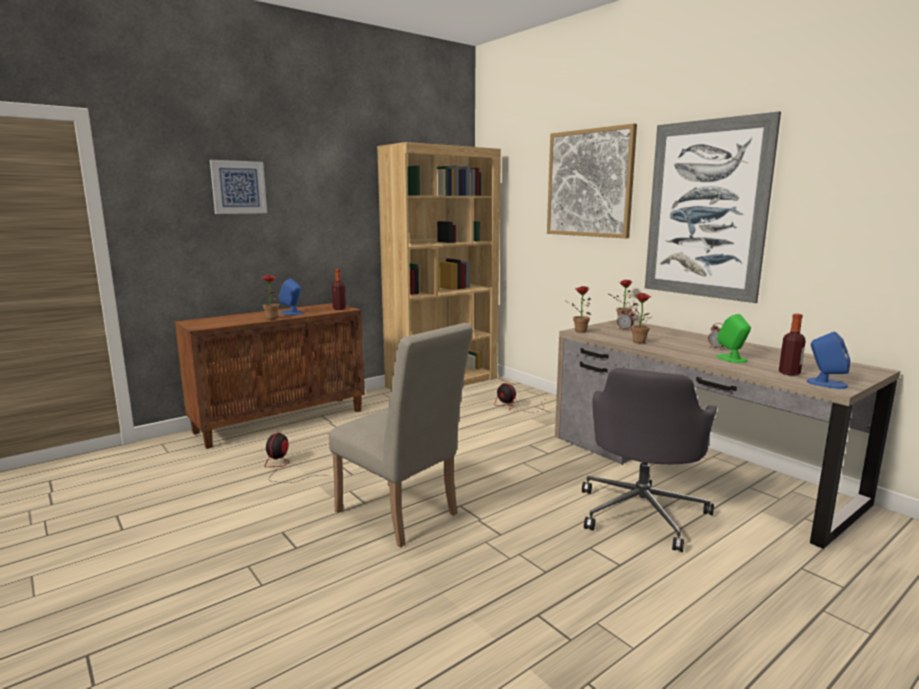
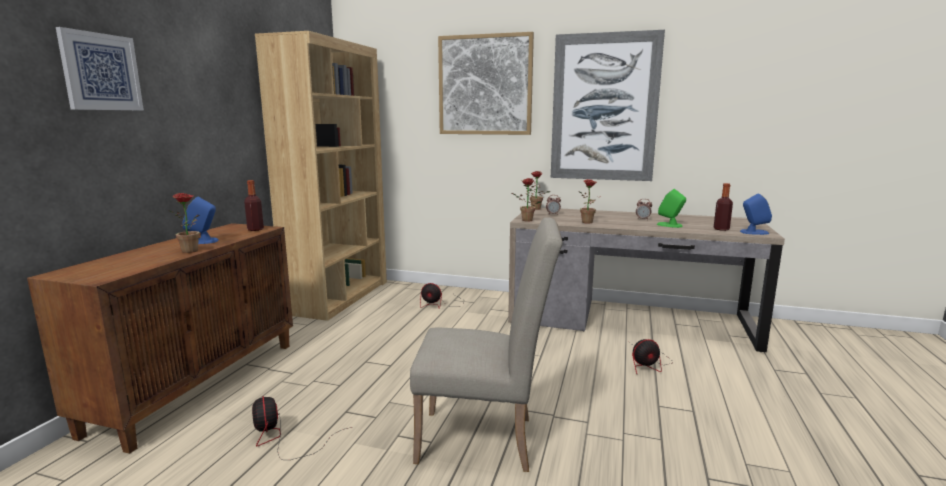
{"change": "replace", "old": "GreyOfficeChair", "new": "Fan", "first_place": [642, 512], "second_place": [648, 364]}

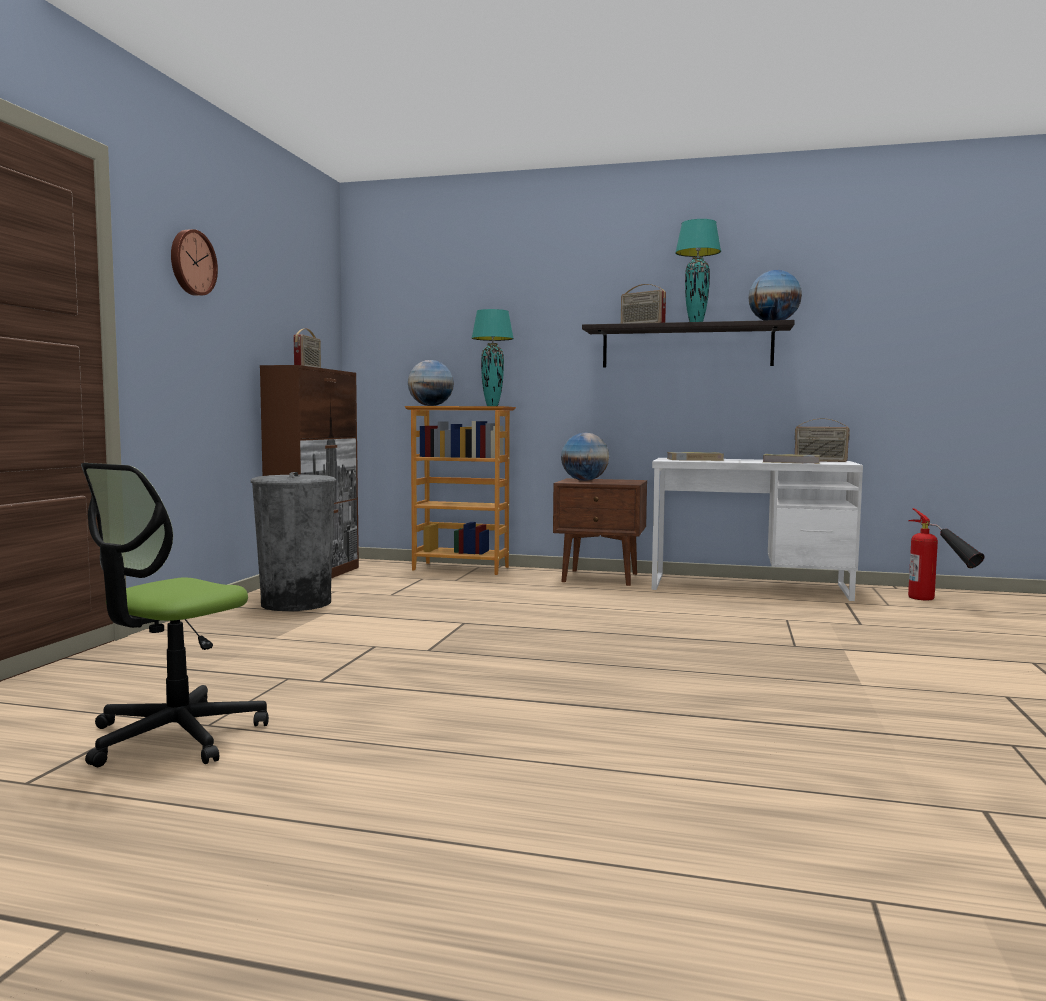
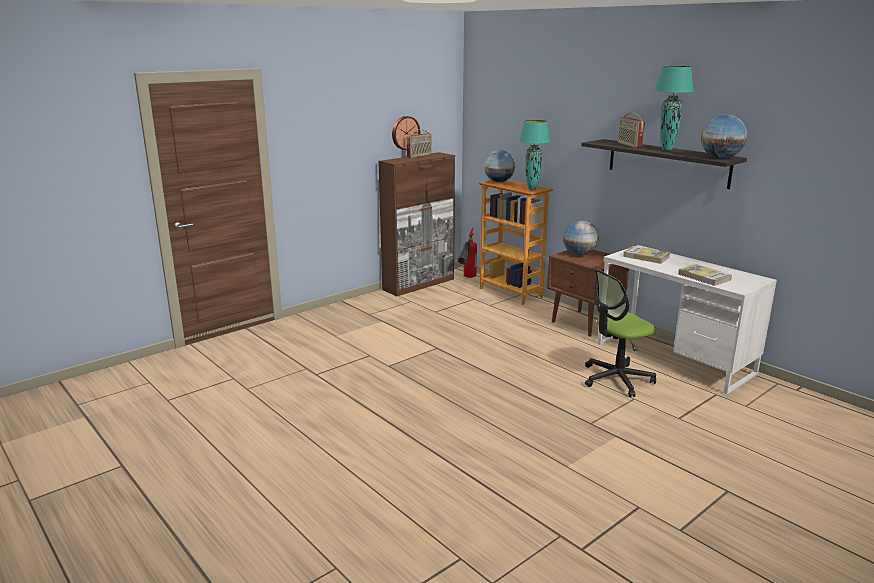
{"change": "move", "old": "WallClock", "first_place": [191, 263], "second_place": [405, 133]}
{"change": "move", "old": "FireExtinguisher", "first_place": [939, 602], "second_place": [467, 279]}
{"change": "move", "old": "OfficeChair", "first_place": [174, 736], "second_place": [616, 379]}
{"change": "delete", "old": "GreyTrashCan", "first_place": [296, 603]}
{"change": "delete", "old": "Radio", "first_place": [820, 461]}

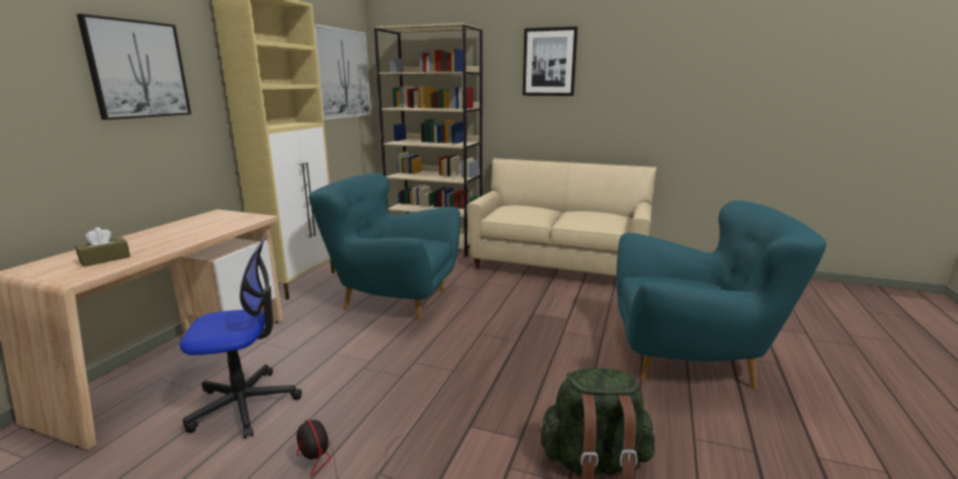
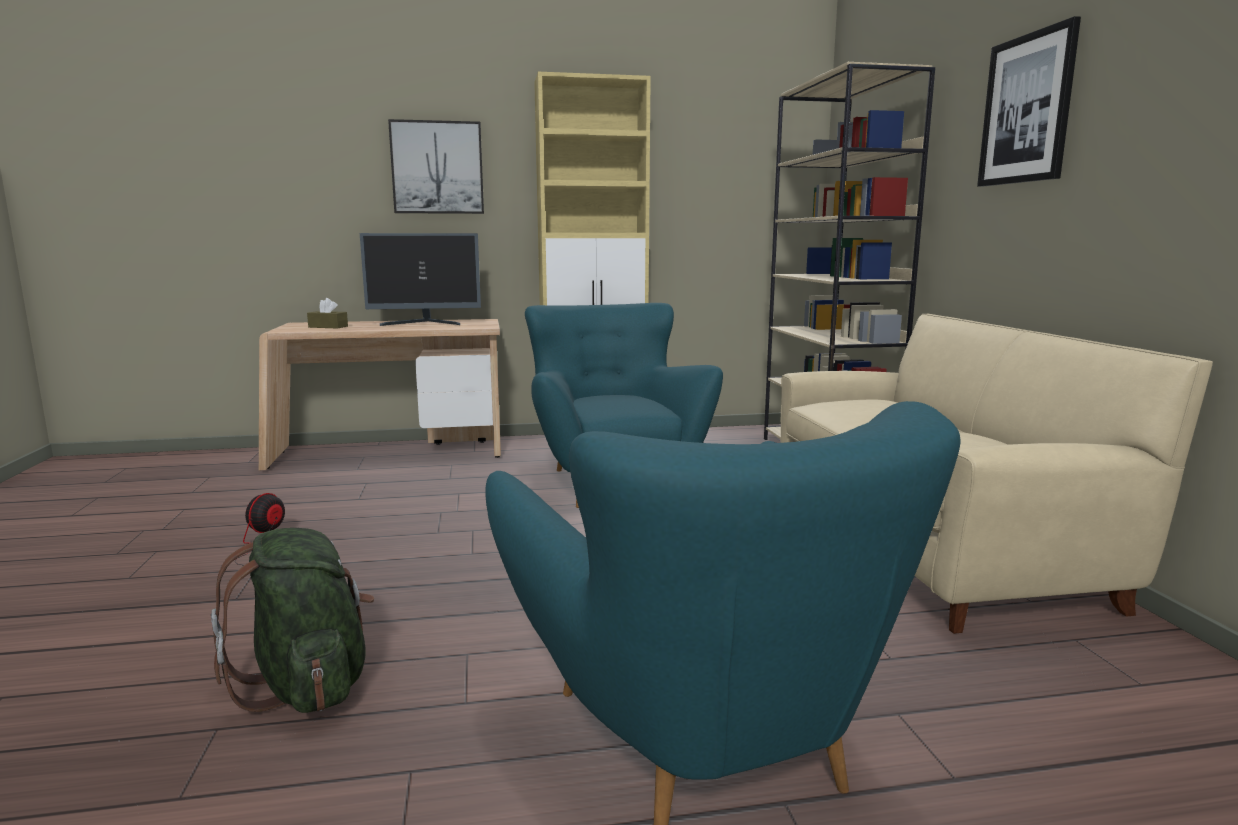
{"change": "insert", "new": "Monitor", "second_place": [425, 323]}
{"change": "delete", "old": "OfficeChair", "first_place": [245, 404]}
{"change": "delete", "old": "Picture", "first_place": [342, 74]}

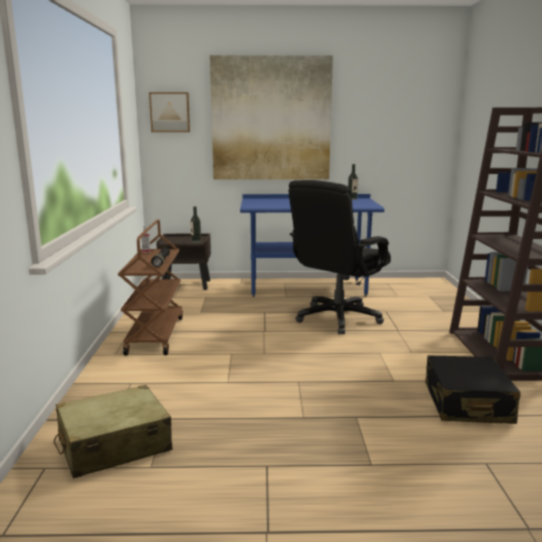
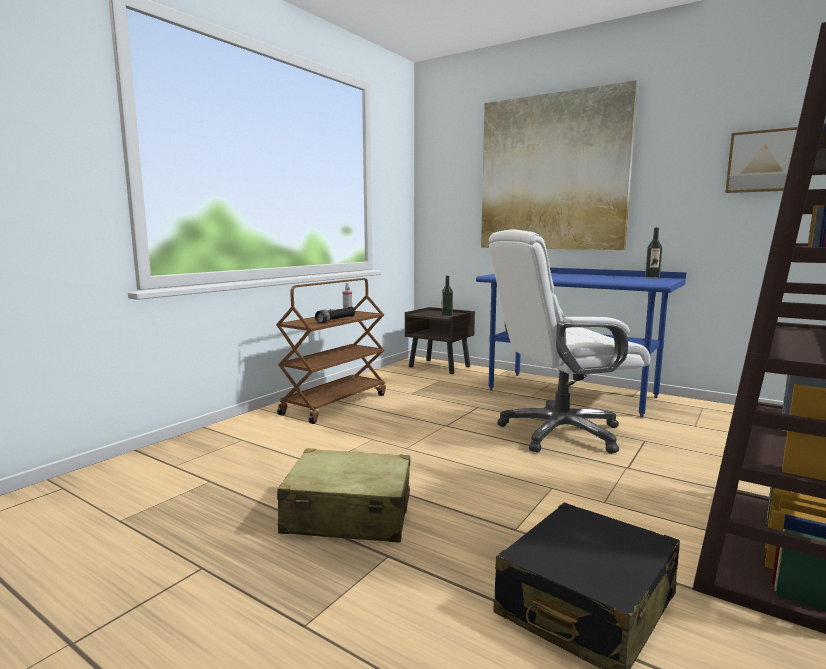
{"change": "move", "old": "BeigeSuitcase", "first_place": [114, 445], "second_place": [348, 514]}
{"change": "recolor", "old": "BlackOfficeChair", "new": "WhiteOfficeChair", "first_place": [338, 318], "second_place": [559, 433]}
{"change": "move", "old": "Picture", "first_place": [170, 112], "second_place": [762, 161]}

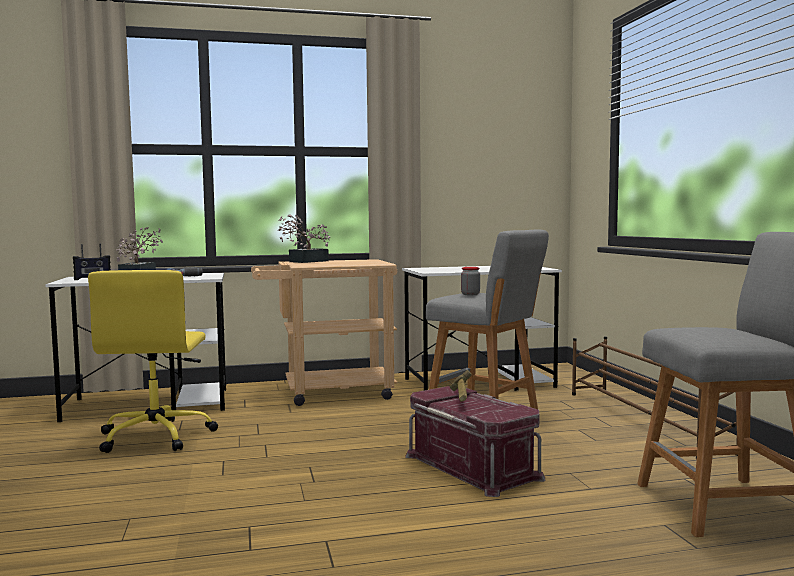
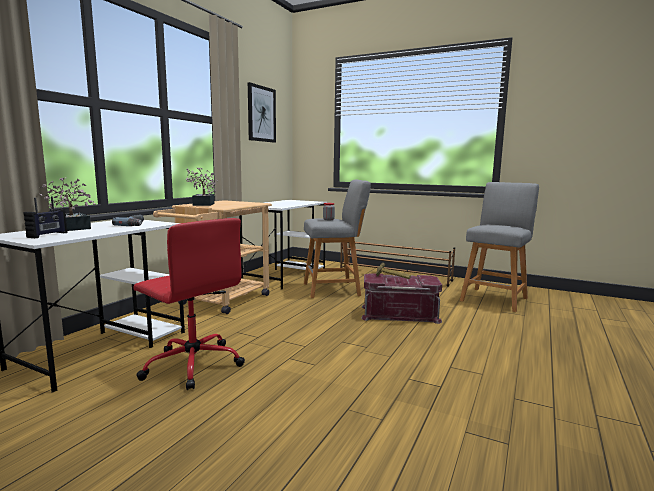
{"change": "recolor", "old": "YellowOfficeChair", "new": "RedOfficeChair", "first_place": [156, 436], "second_place": [193, 364]}
{"change": "insert", "new": "Picture", "second_place": [261, 114]}

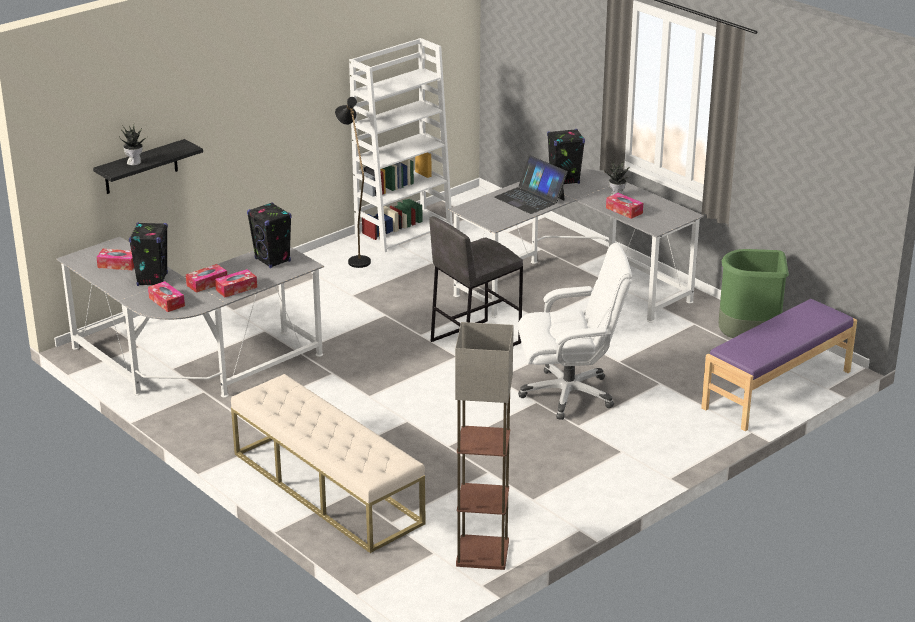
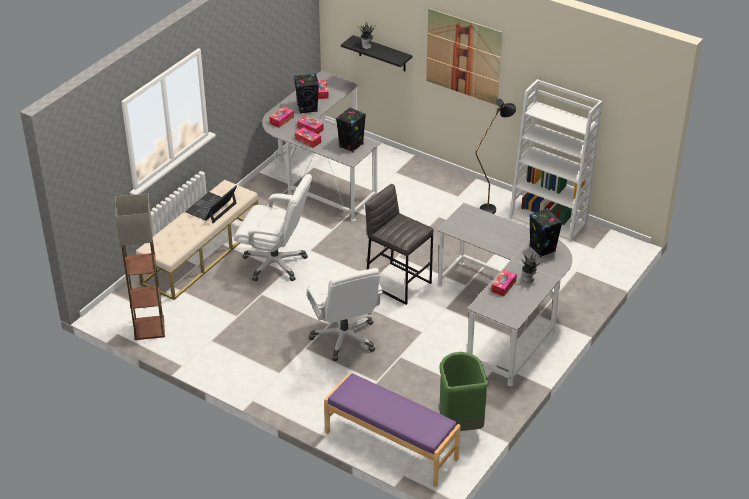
{"change": "move", "old": "Laptop", "first_place": [530, 198], "second_place": [211, 208]}
{"change": "insert", "new": "WhiteOfficeChair", "second_place": [275, 263]}
{"change": "insert", "new": "Picture", "second_place": [463, 56]}

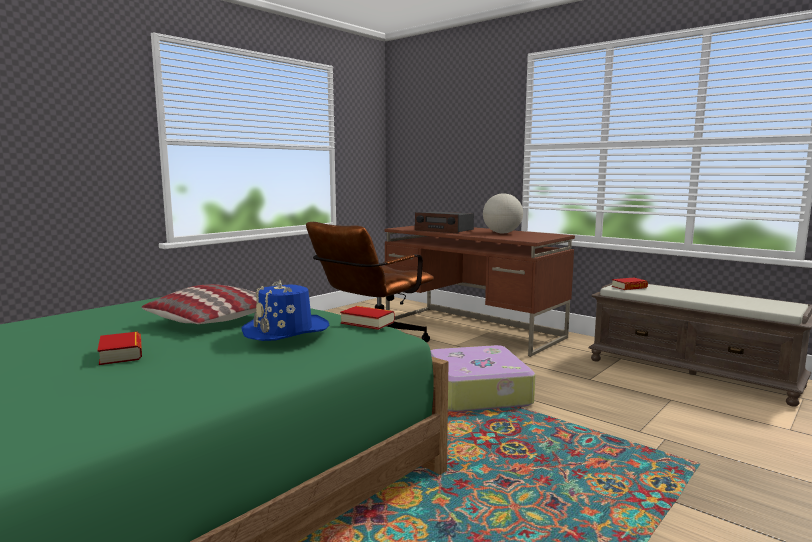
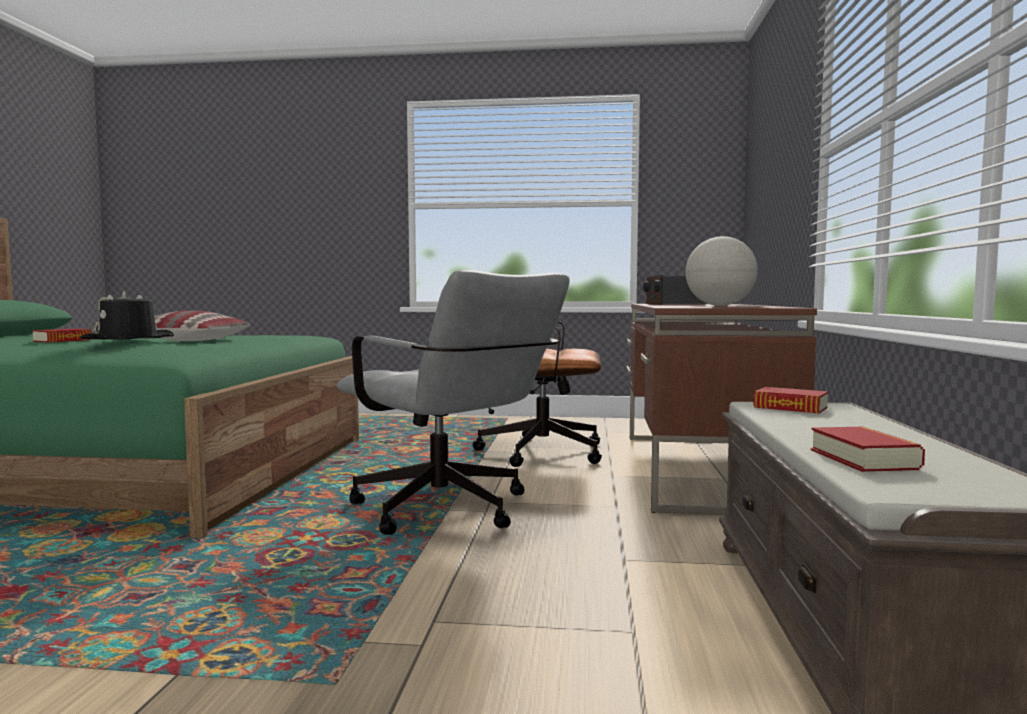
{"change": "recolor", "old": "BlueHat", "new": "BlackHat", "first_place": [286, 330], "second_place": [128, 340]}
{"change": "replace", "old": "Suitcase", "new": "GreyOfficeChair", "first_place": [476, 393], "second_place": [451, 512]}
{"change": "move", "old": "Book", "first_place": [367, 322], "second_place": [863, 459]}

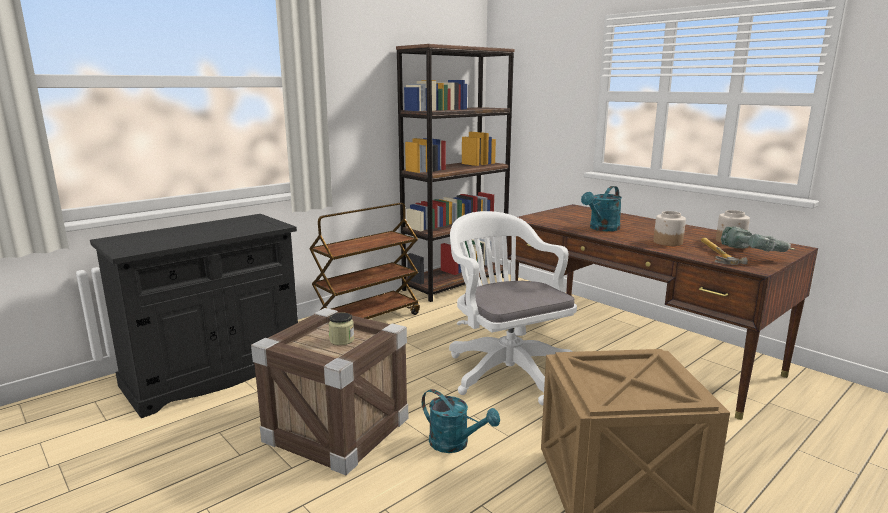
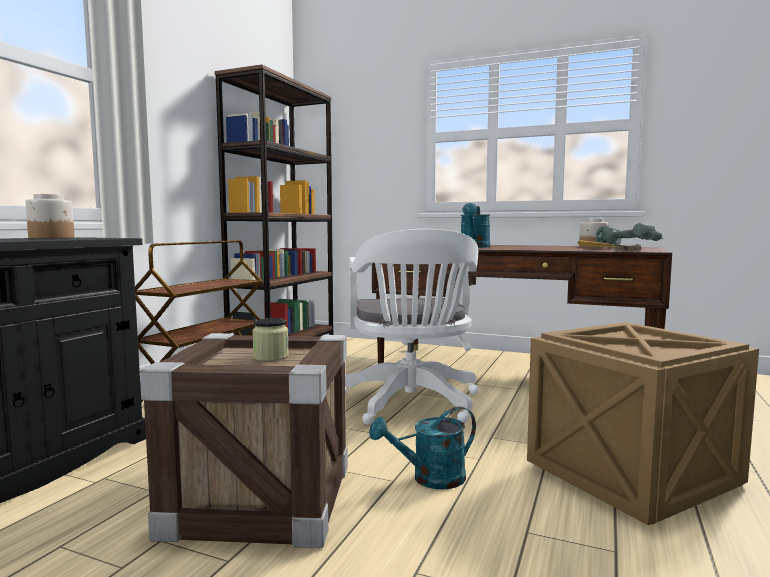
{"change": "move", "old": "Jar", "first_place": [668, 242], "second_place": [52, 238]}
{"change": "rotate", "old": "WhiteOfficeChair", "first_place": [505, 370], "second_place": [411, 405], "degrees": -135}
{"change": "rotate", "old": "TurquoiseWateringCan", "first_place": [455, 444], "second_place": [430, 479], "degrees": 150}

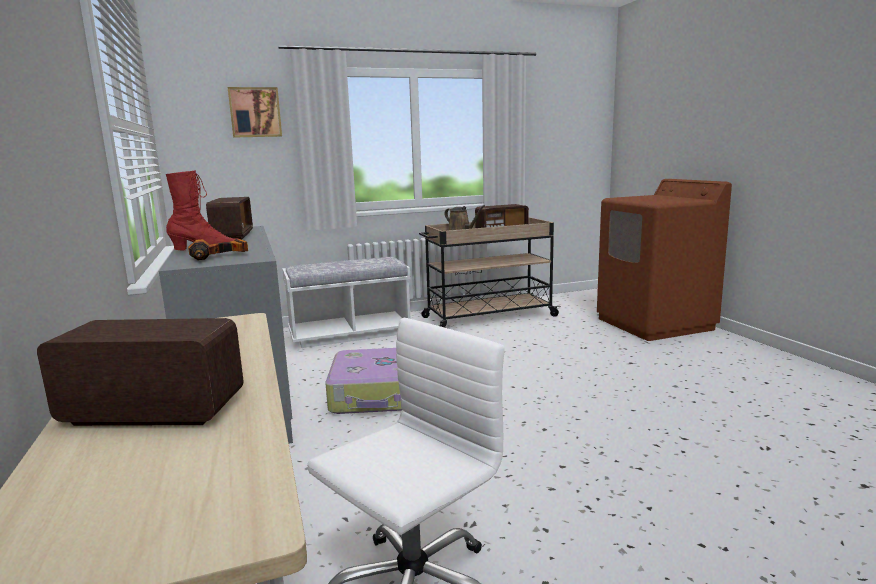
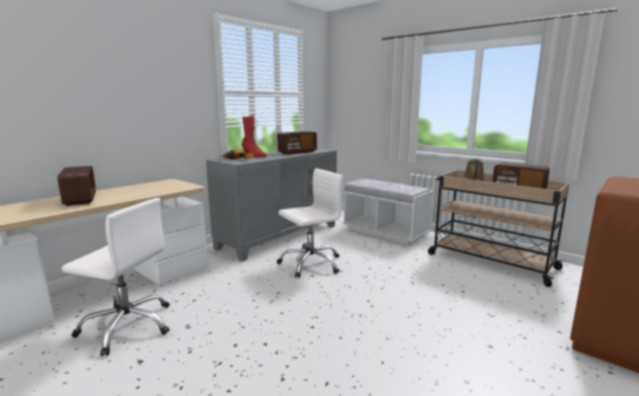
{"change": "replace", "old": "Suitcase", "new": "WhiteOfficeChair", "first_place": [377, 394], "second_place": [310, 263]}
{"change": "delete", "old": "Picture", "first_place": [255, 112]}

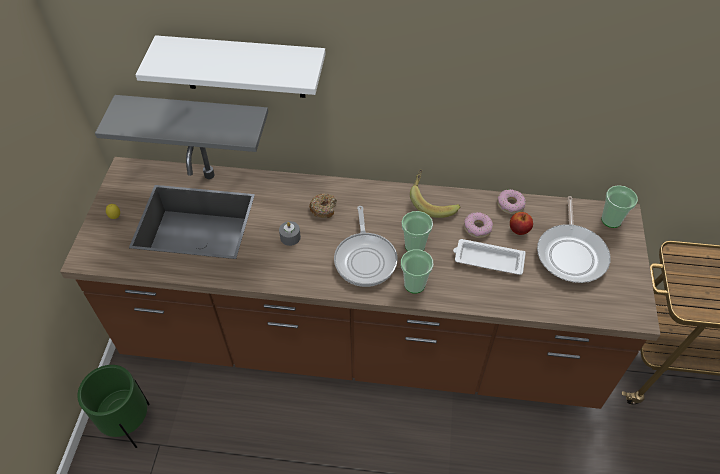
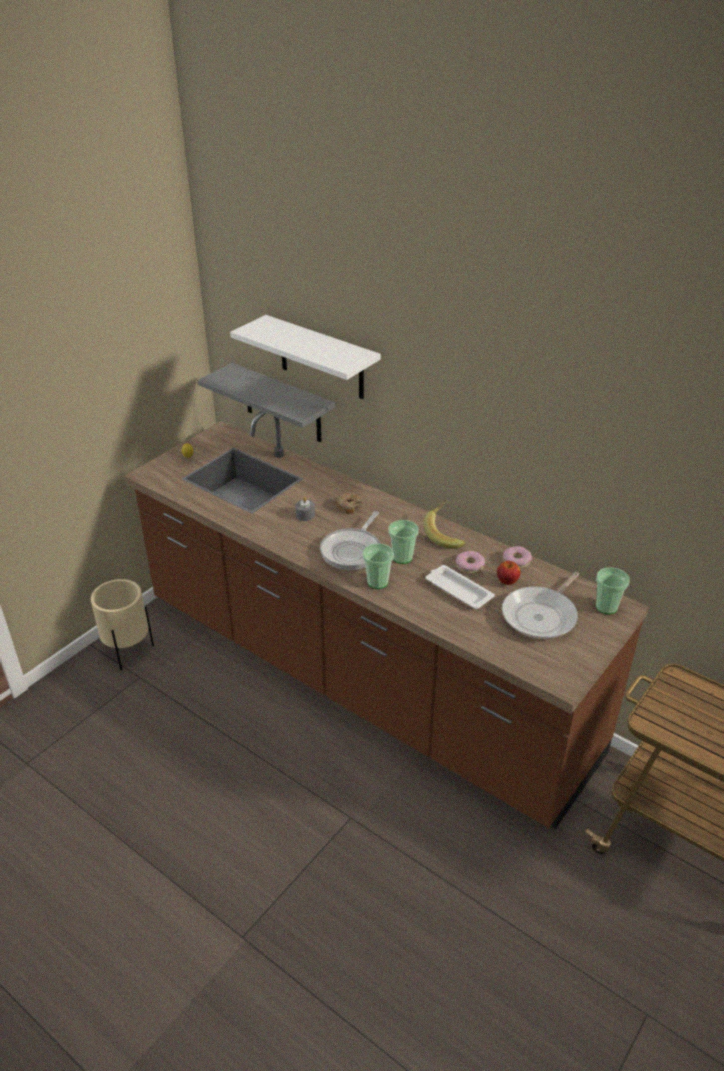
{"change": "recolor", "old": "GreenPlanter", "new": "BeigePlanter", "first_place": [130, 424], "second_place": [129, 653]}

